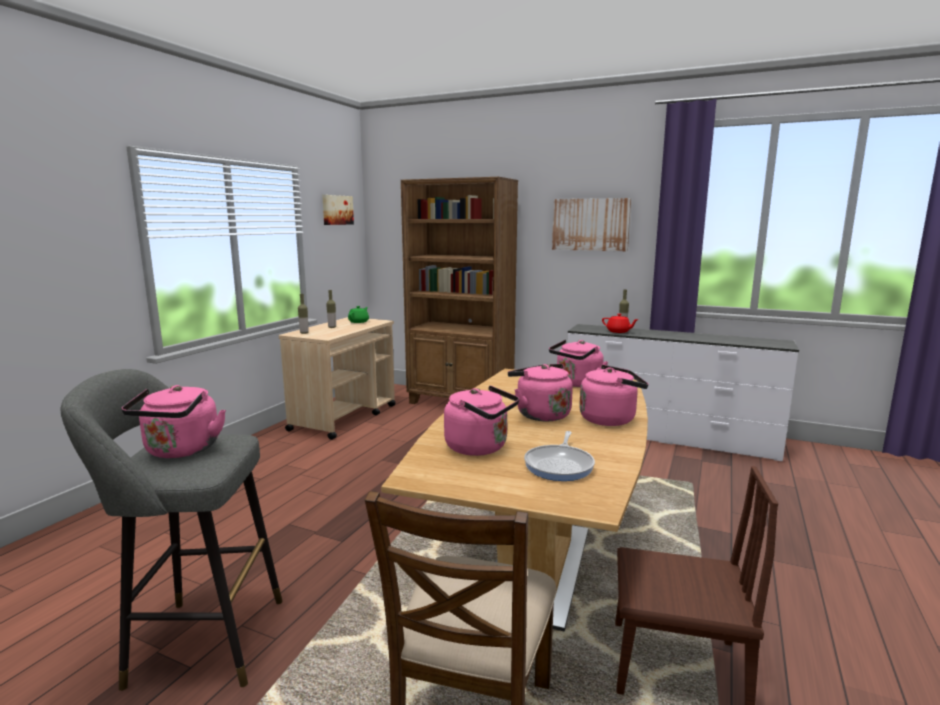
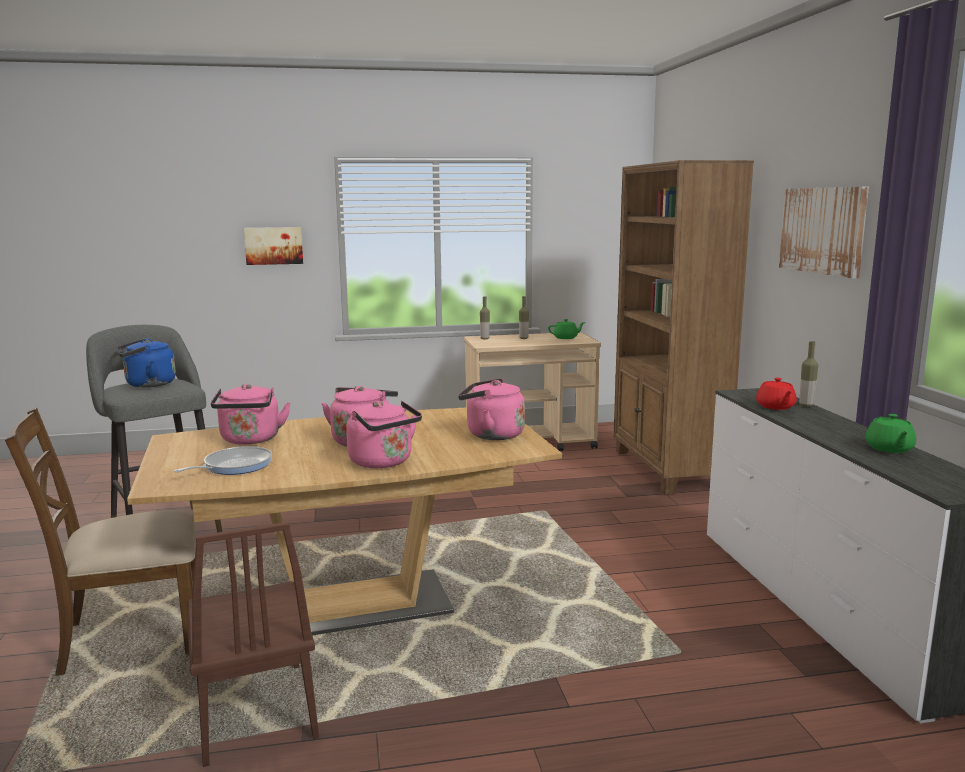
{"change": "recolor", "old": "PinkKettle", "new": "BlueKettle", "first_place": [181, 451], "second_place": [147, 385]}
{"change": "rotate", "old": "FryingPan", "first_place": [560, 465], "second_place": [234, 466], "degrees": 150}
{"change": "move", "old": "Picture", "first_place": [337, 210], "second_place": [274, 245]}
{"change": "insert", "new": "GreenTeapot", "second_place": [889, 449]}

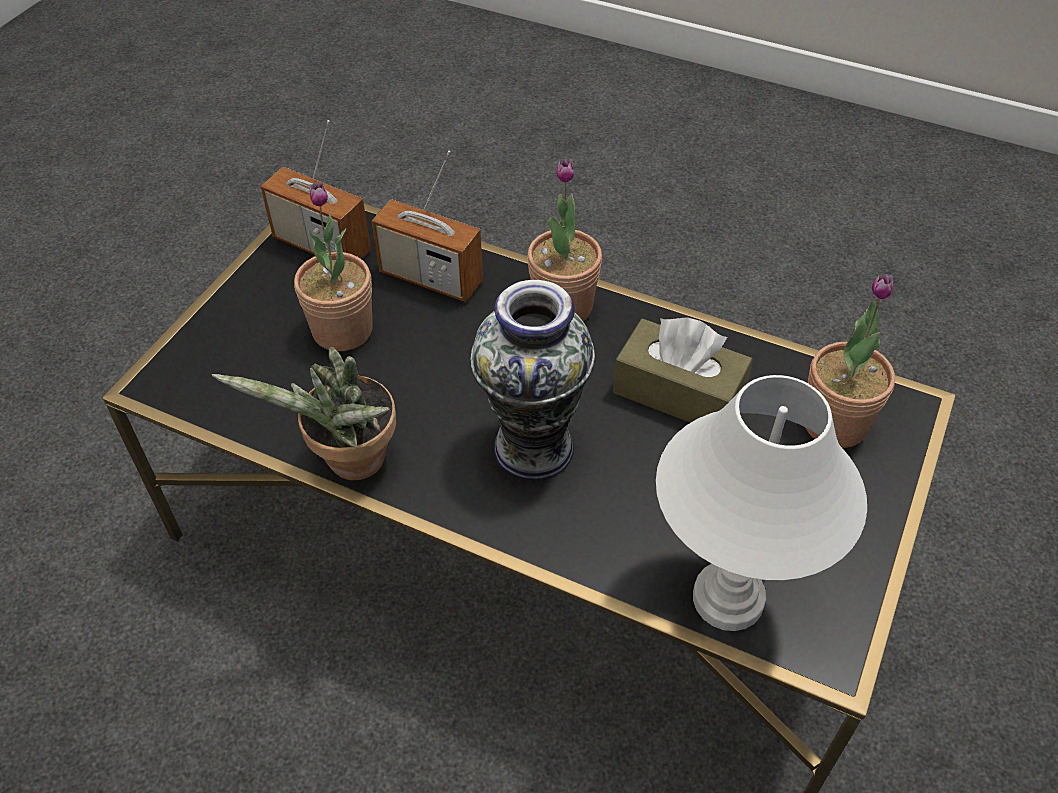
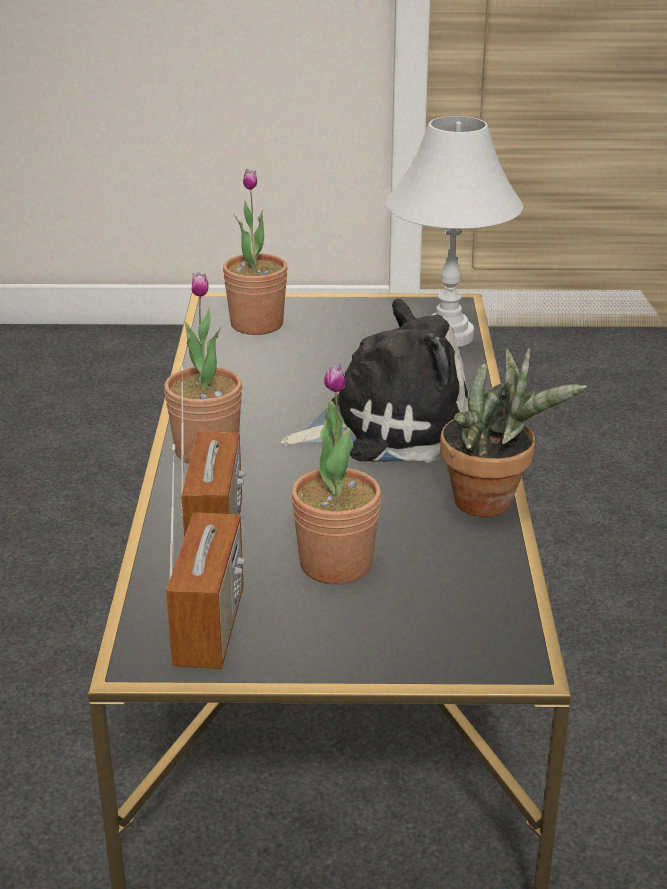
{"change": "replace", "old": "Vase", "new": "PlushToy", "first_place": [535, 448], "second_place": [389, 426]}
{"change": "delete", "old": "BrownTissueBox", "first_place": [678, 392]}

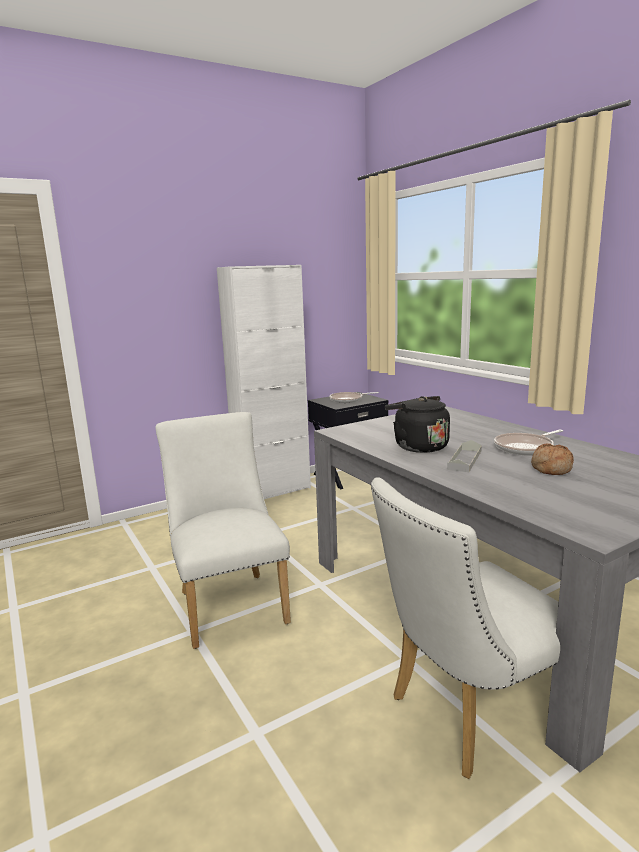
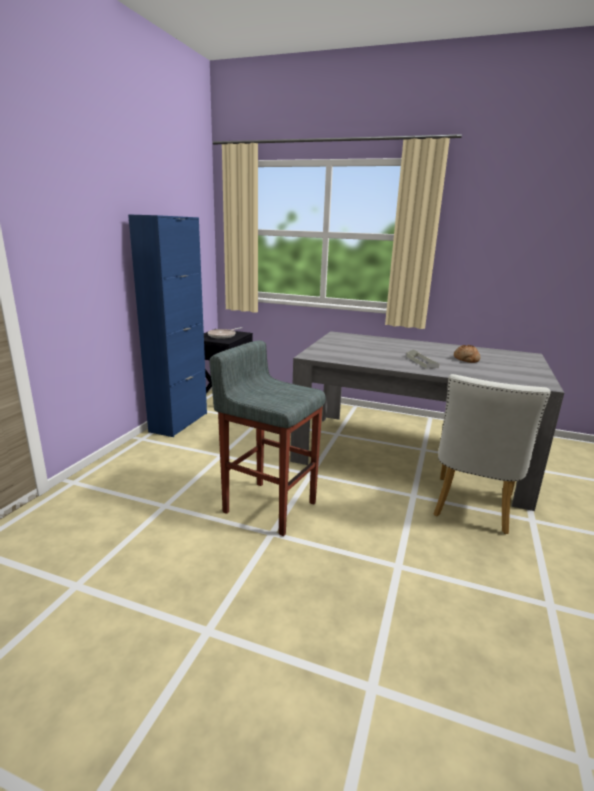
{"change": "recolor", "old": "WhiteCabinet", "new": "BlueCabinet", "first_place": [273, 491], "second_place": [179, 422]}
{"change": "replace", "old": "WhiteChair", "new": "GreyStool", "first_place": [229, 603], "second_place": [269, 506]}
{"change": "delete", "old": "BlackKettle", "first_place": [418, 446]}
{"change": "delete", "old": "FryingPan", "first_place": [526, 448]}

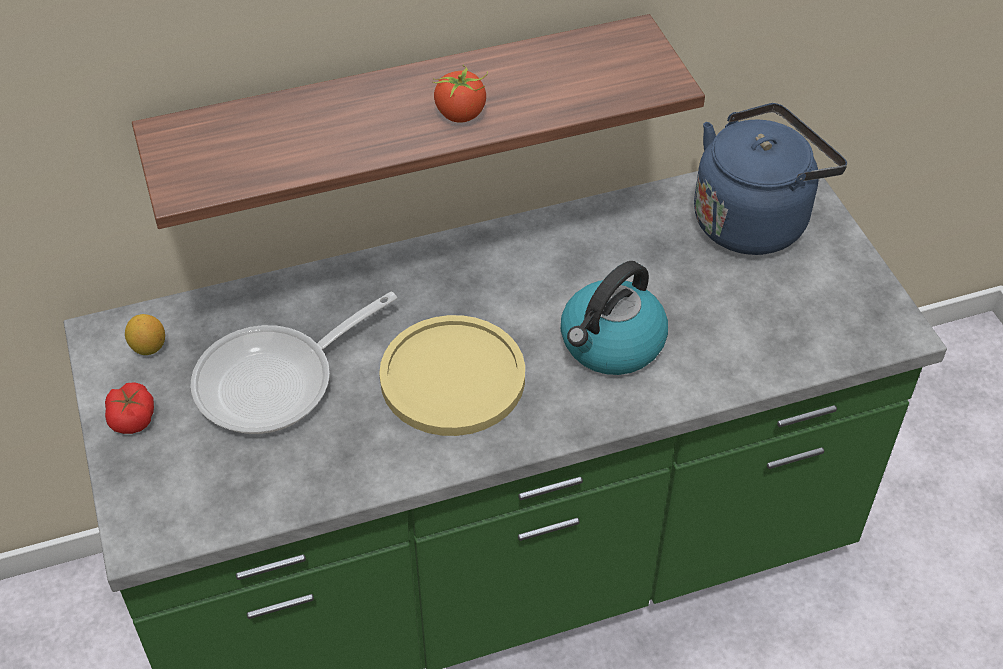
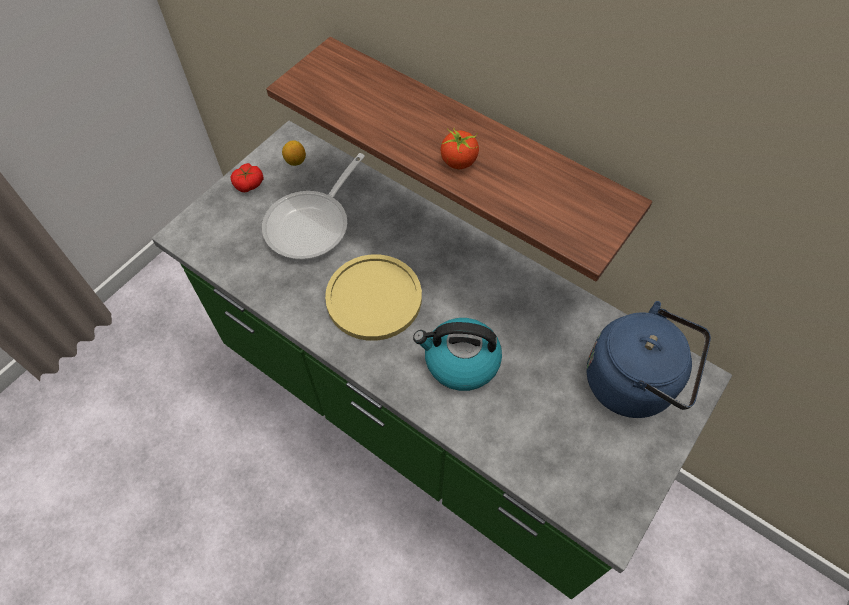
{"change": "rotate", "old": "FryingPan", "first_place": [276, 381], "second_place": [312, 224], "degrees": -75}

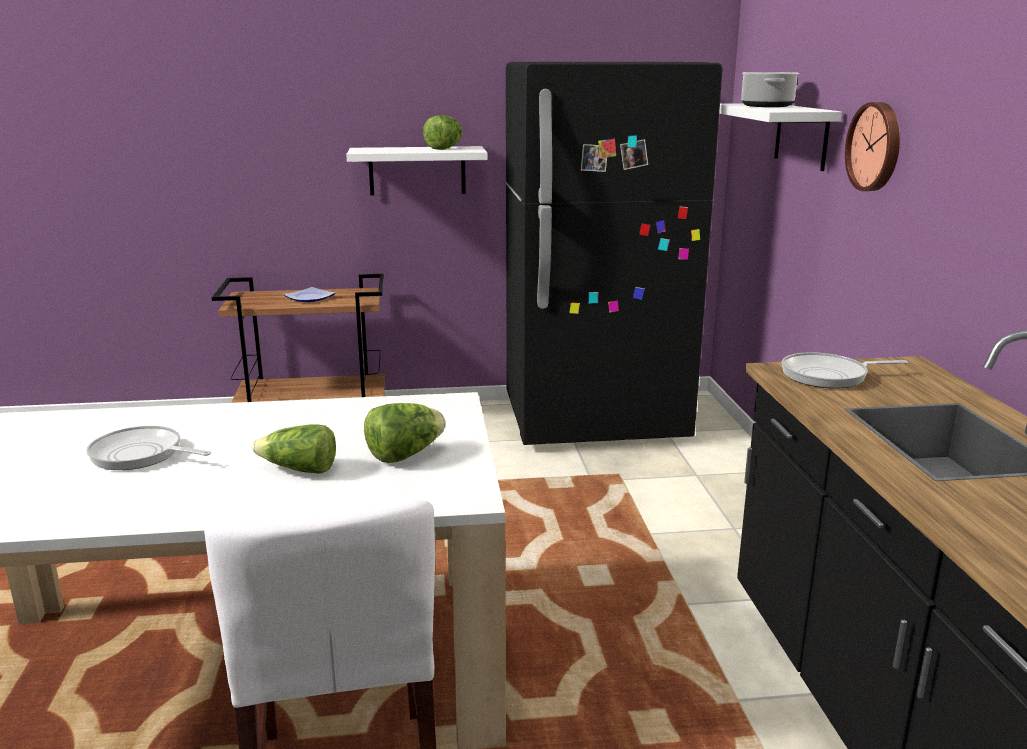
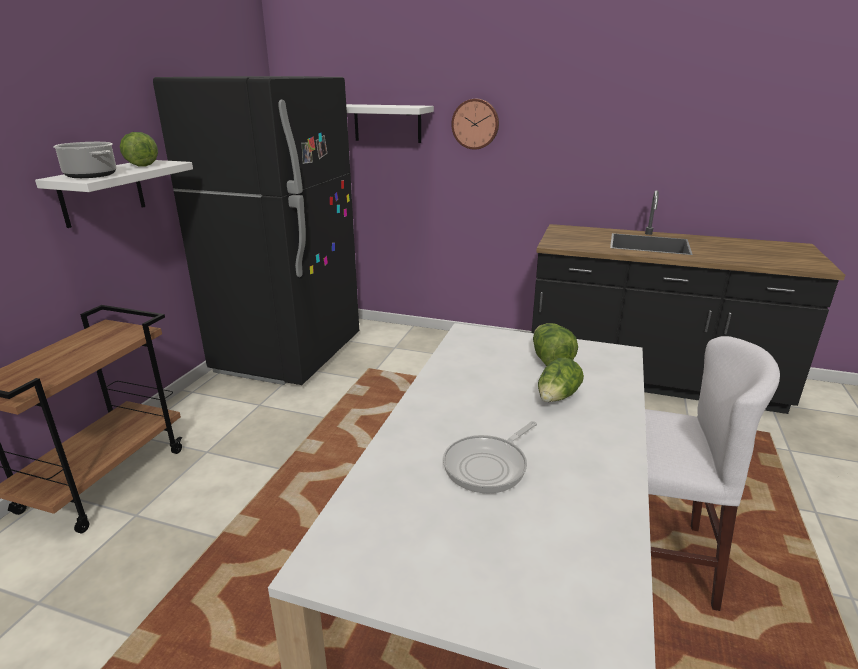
{"change": "move", "old": "CookingPot", "first_place": [767, 106], "second_place": [91, 175]}
{"change": "delete", "old": "Plate", "first_place": [309, 298]}
{"change": "delete", "old": "FryingPan", "first_place": [829, 376]}

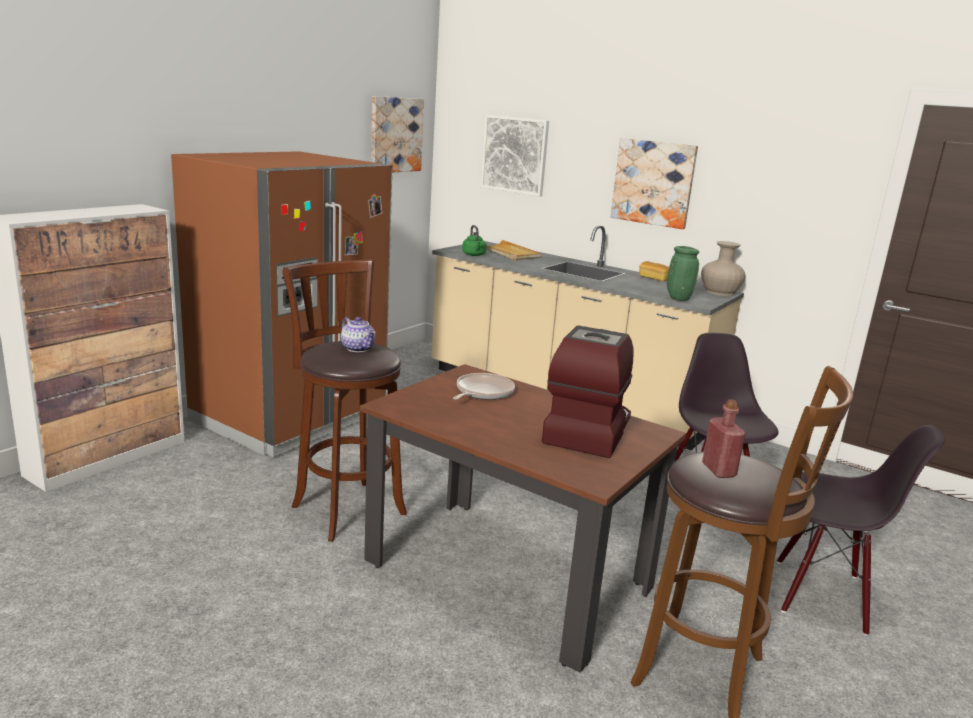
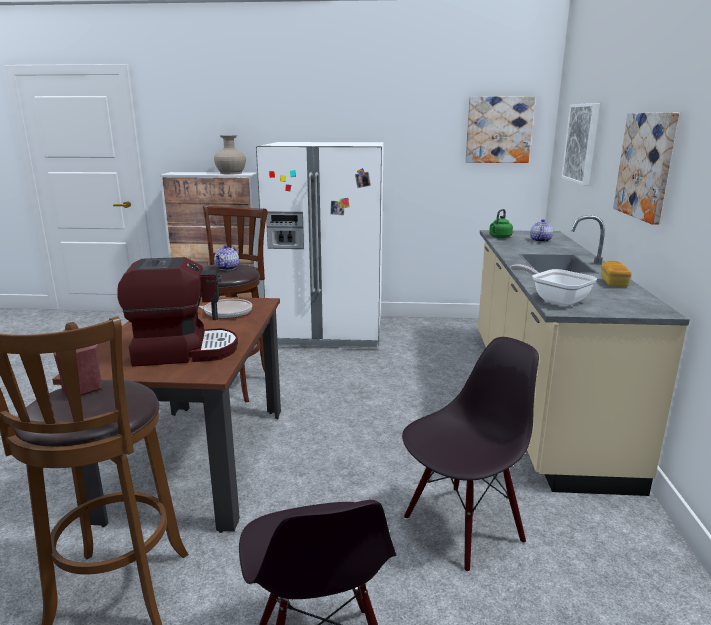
{"change": "move", "old": "BeigeVase", "first_place": [719, 292], "second_place": [231, 173]}
{"change": "recolor", "old": "BrownFridge", "new": "WhiteFridge", "first_place": [290, 417], "second_place": [328, 332]}
{"change": "replace", "old": "GreenVase", "new": "FryingPan", "first_place": [677, 298], "second_place": [555, 299]}
{"change": "replace", "old": "BeigeTray", "new": "Teapot", "first_place": [507, 253], "second_place": [539, 240]}

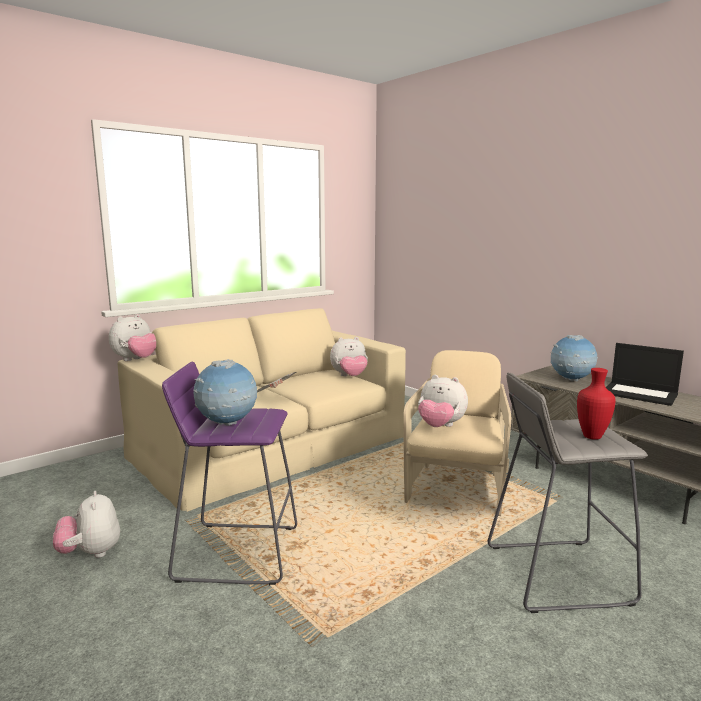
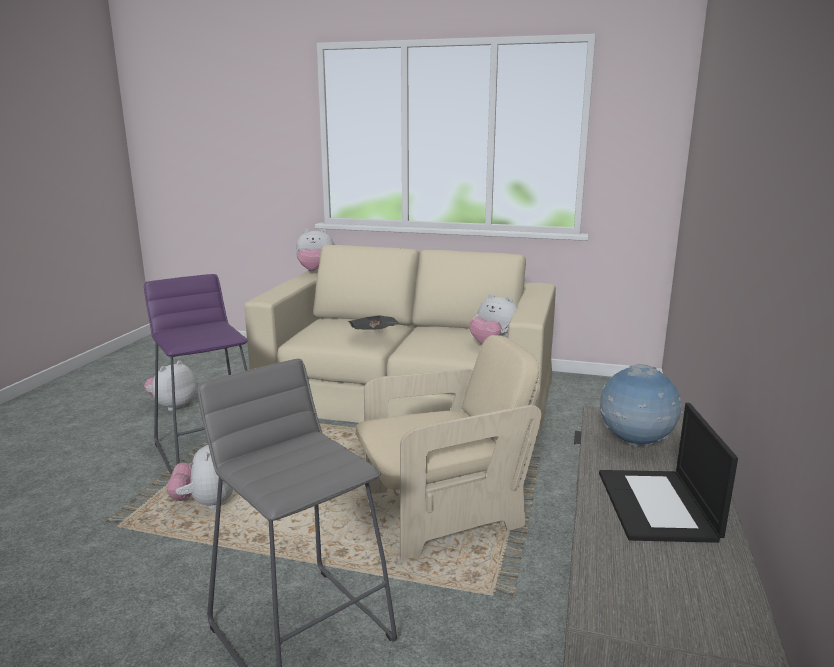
{"change": "move", "old": "PlushToy", "first_place": [440, 426], "second_place": [205, 503]}
{"change": "delete", "old": "Globe", "first_place": [227, 424]}
{"change": "delete", "old": "RedVase", "first_place": [592, 436]}

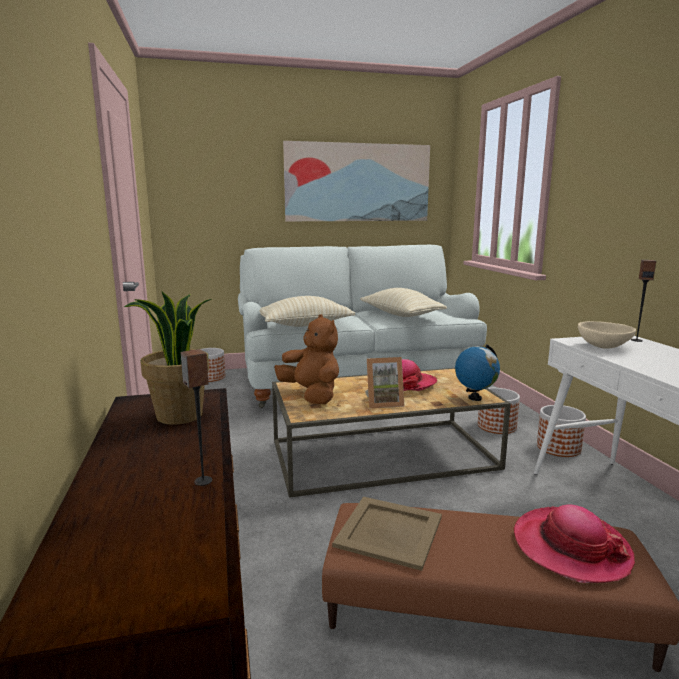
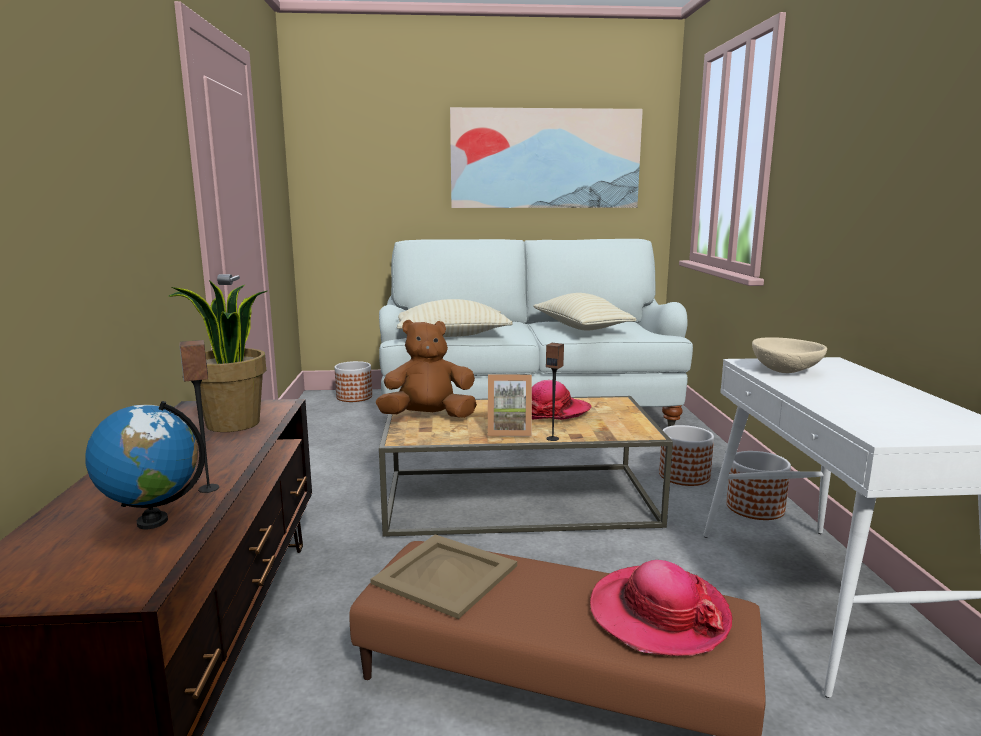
{"change": "move", "old": "Globe", "first_place": [474, 398], "second_place": [153, 521]}
{"change": "rotate", "old": "BrownPlushToy", "first_place": [311, 395], "second_place": [428, 417], "degrees": -75}
{"change": "move", "old": "Speaker", "first_place": [636, 340], "second_place": [552, 438]}

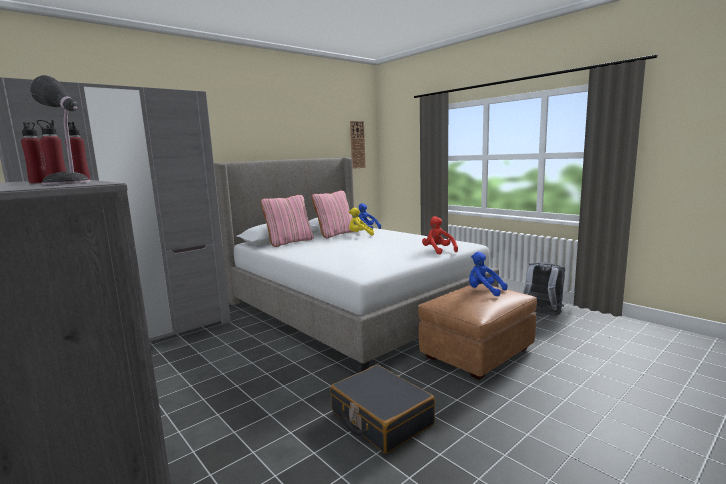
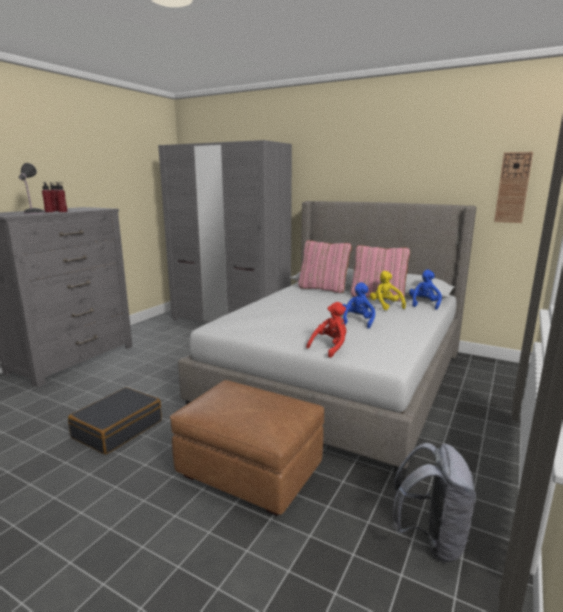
{"change": "move", "old": "BluePlushToy", "first_place": [484, 291], "second_place": [357, 322]}

